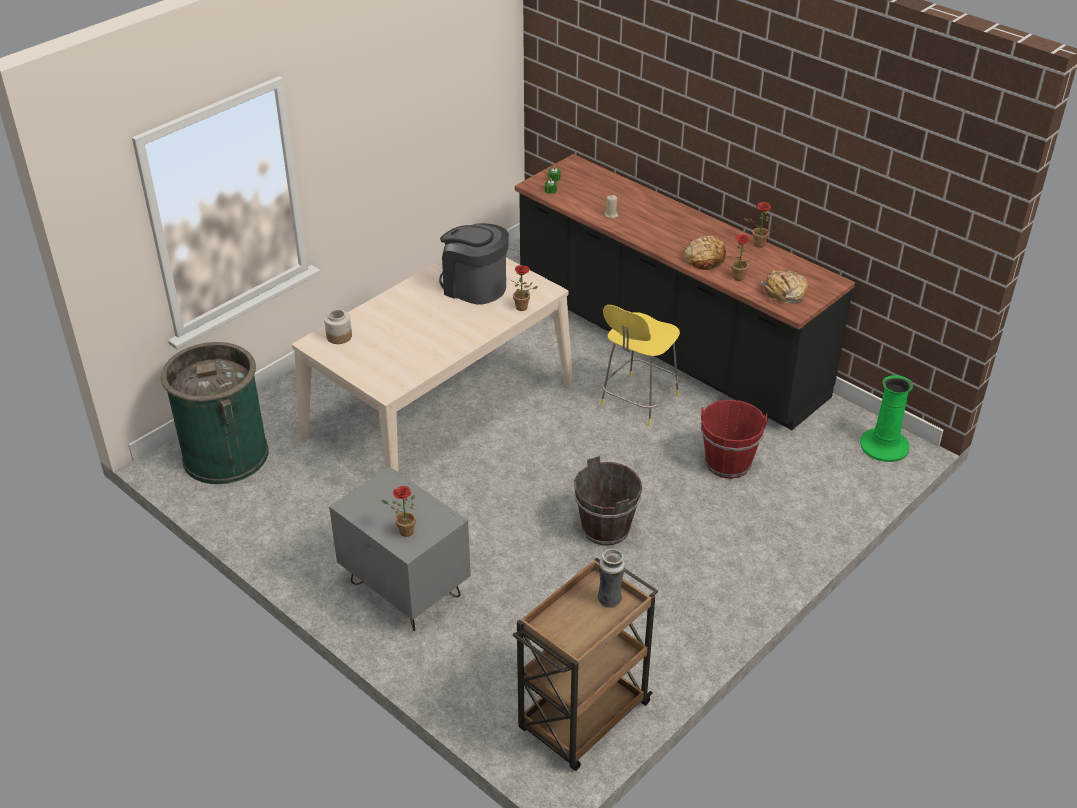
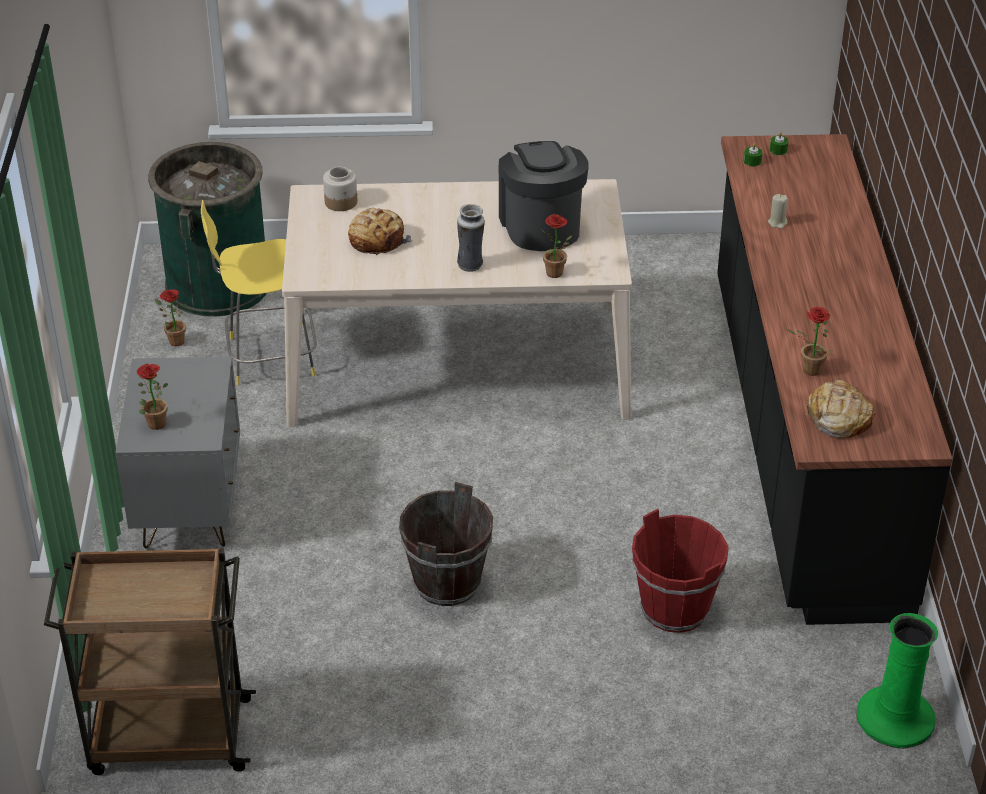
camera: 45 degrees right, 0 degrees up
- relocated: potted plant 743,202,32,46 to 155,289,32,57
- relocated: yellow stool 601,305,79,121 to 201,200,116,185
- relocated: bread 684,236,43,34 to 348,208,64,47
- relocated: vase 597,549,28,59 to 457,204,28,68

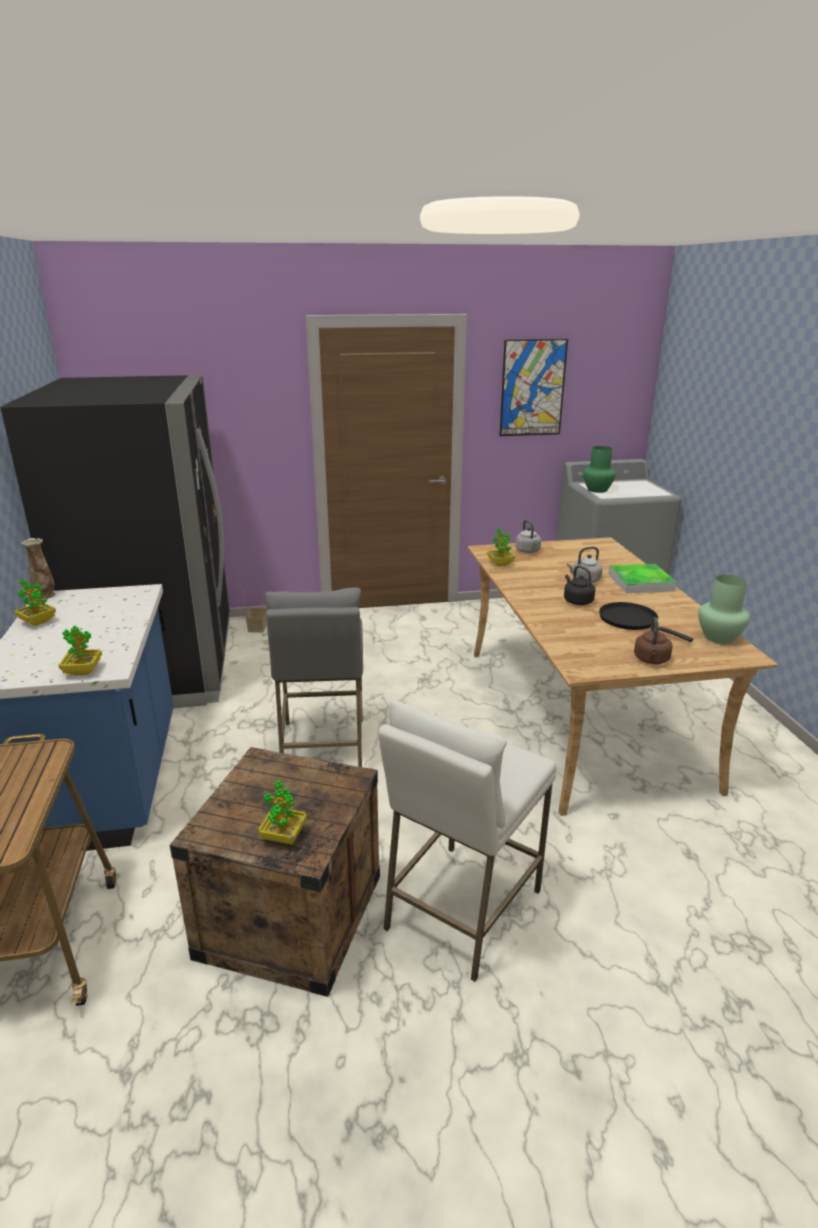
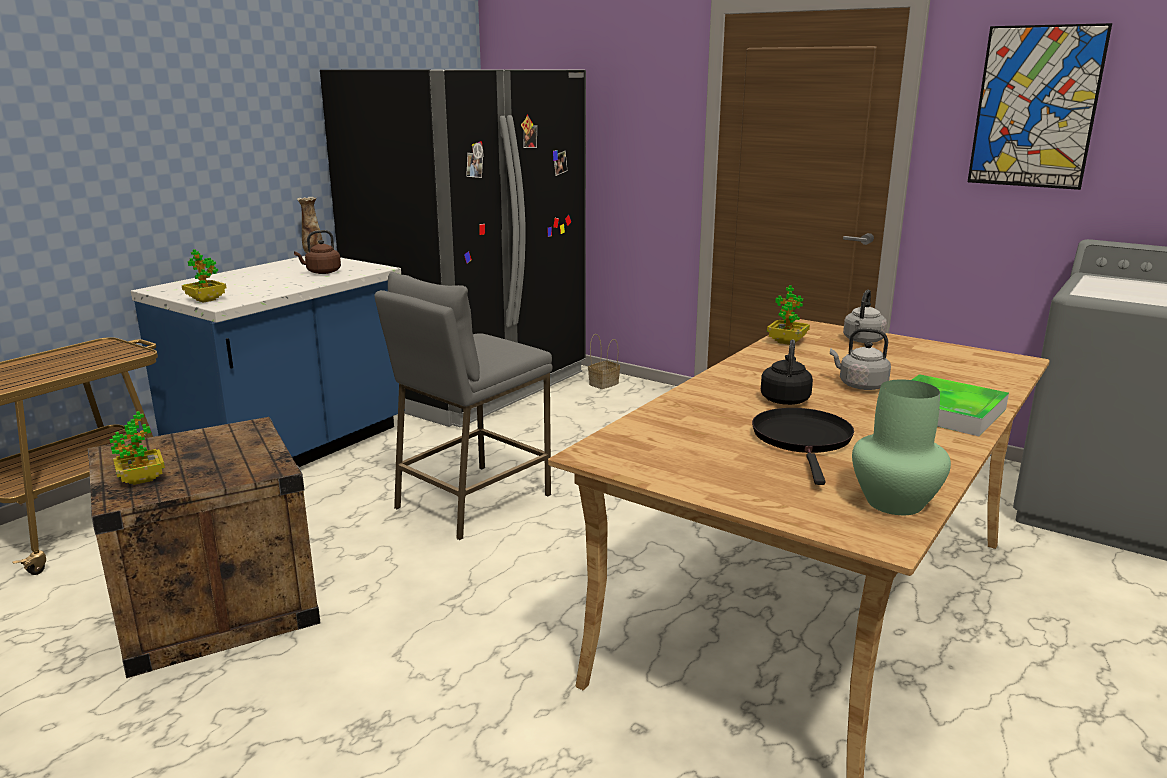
camera: 45 degrees right, 5 degrees down
- relocated: brown kettle 634,617,39,47 to 294,230,47,44
- missing: potted plant 15,579,41,47
- missing: white stool 378,700,178,282
- missing: green vase 583,446,33,47

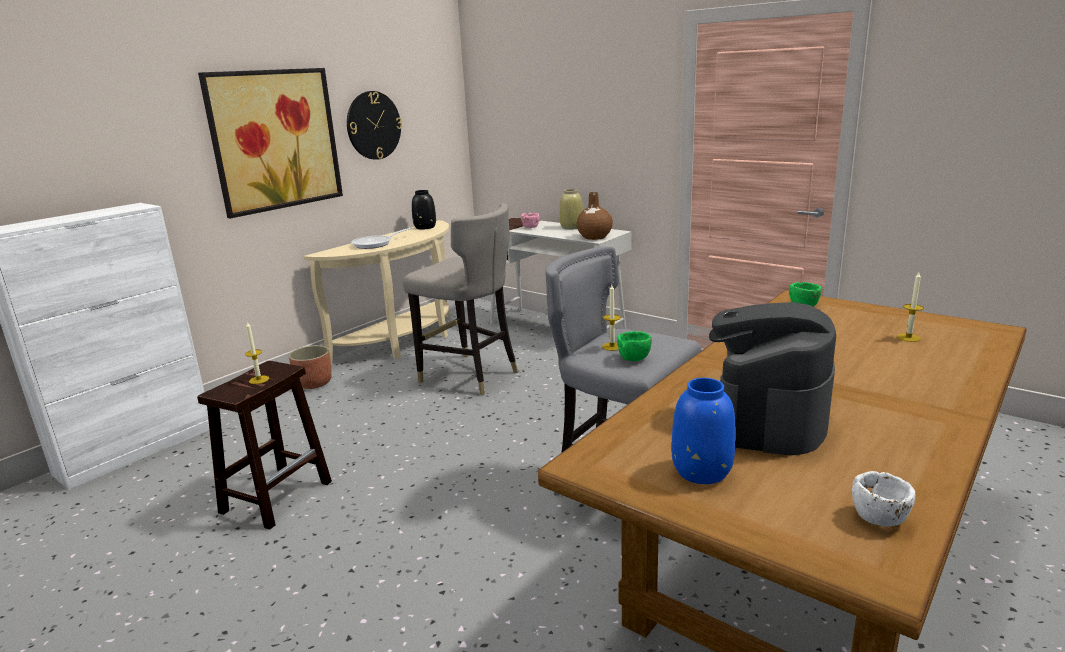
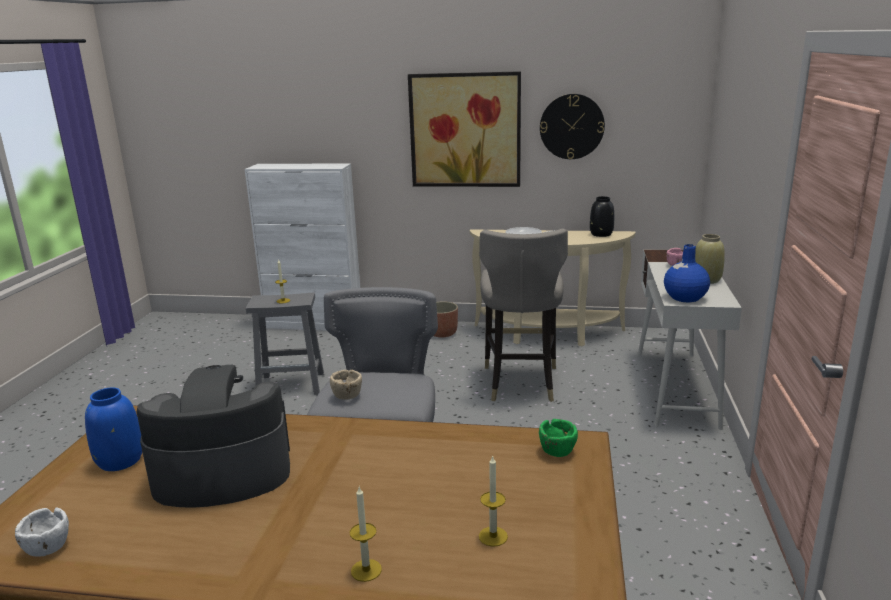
camera: 60 degrees right, 0 degrees up
- colour: brown stool 197,361,135,169 to grey stool 246,293,78,102
- colour: green bowl 617,331,35,30 to beige bowl 330,370,32,30
- relocated: candle 602,284,19,67 to 350,487,32,95
- colour: brown vase 577,192,36,48 to blue vase 664,244,46,58

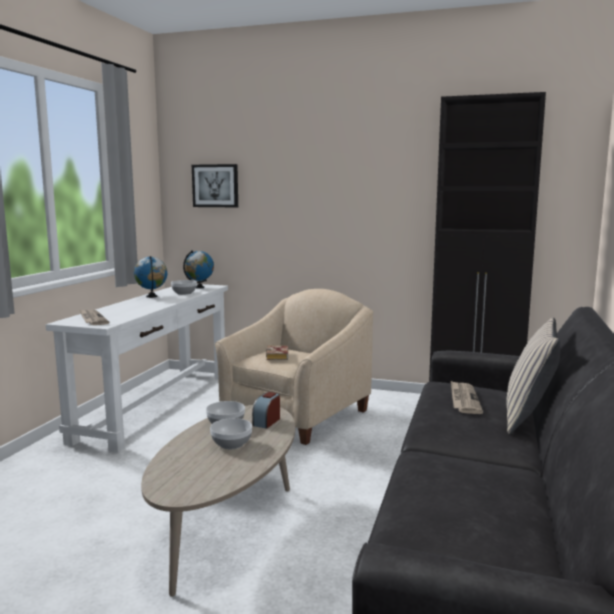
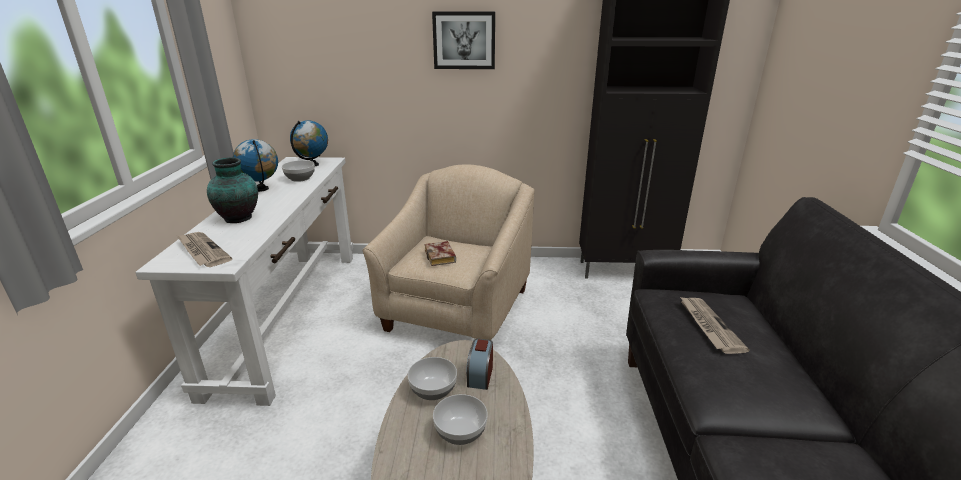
camera: 15 degrees left, 15 degrees up
- appeared: vase 207,157,51,66
- relocated: picture 192,164,46,43 to 432,11,63,58
- missing: beige pillow 507,317,53,117

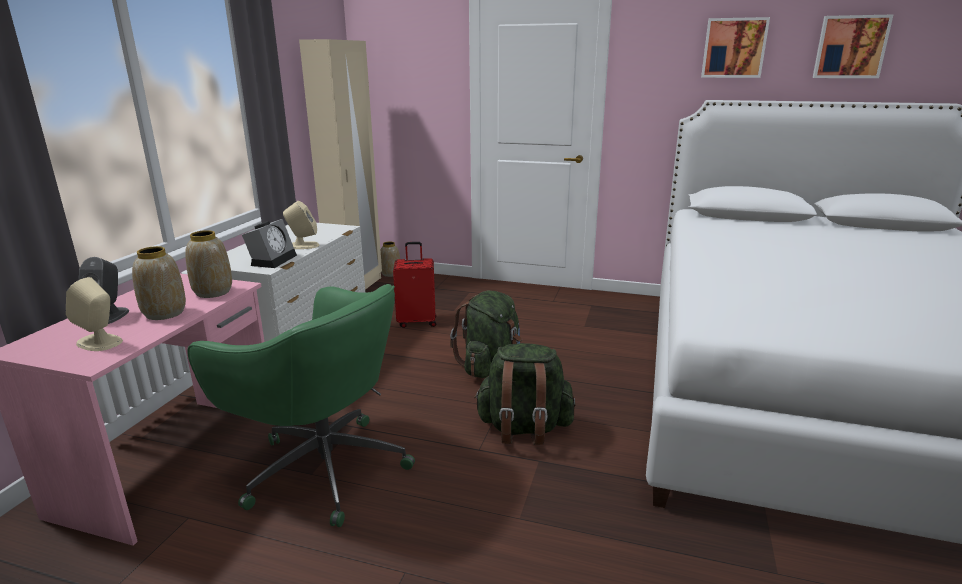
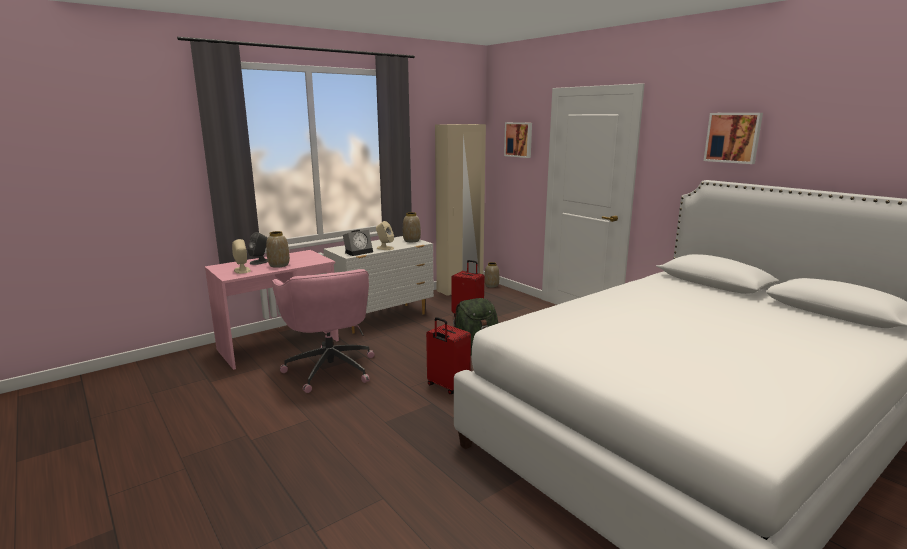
camera: 35 degrees right, 5 degrees down
- colour: green office chair 187,284,228,243 to pink office chair 272,269,103,124
- relocated: vase 185,230,47,68 to 403,212,18,30
- exchanged: green backpack 474,343,101,102 to red suitcase 426,317,45,77
- relocated: picture 813,14,81,64 to 504,122,28,36

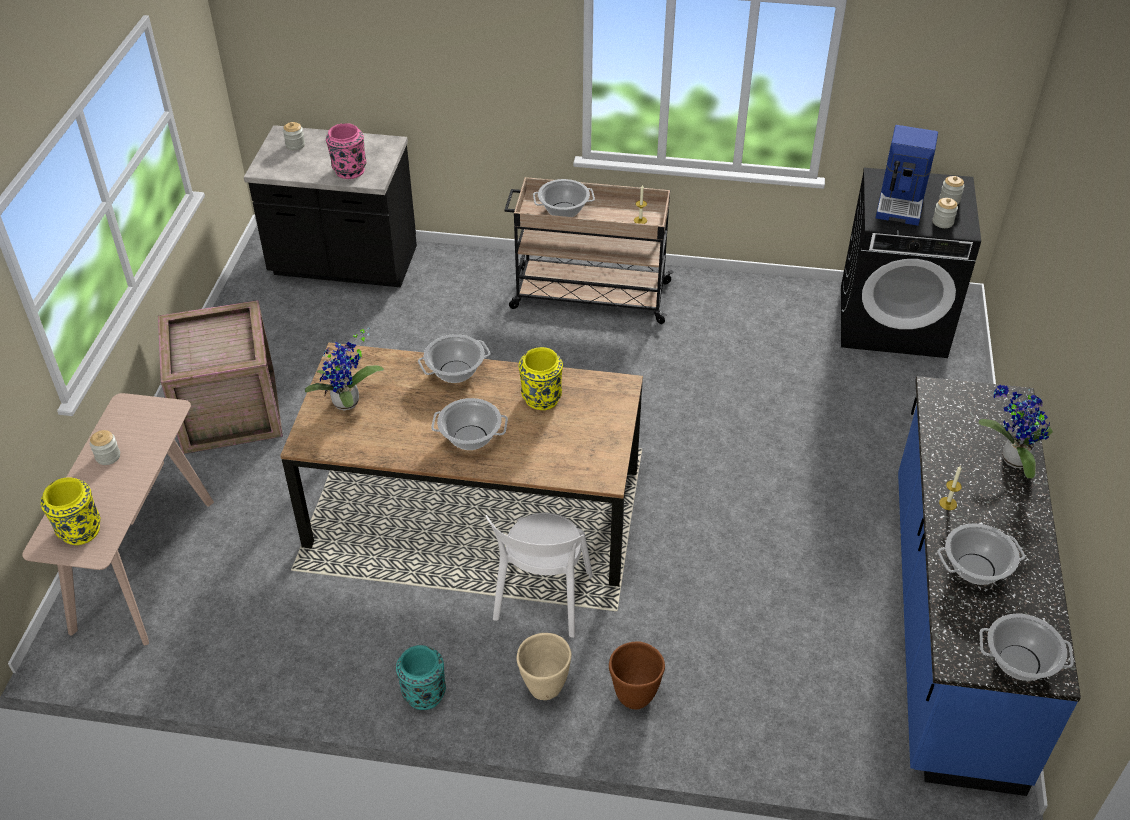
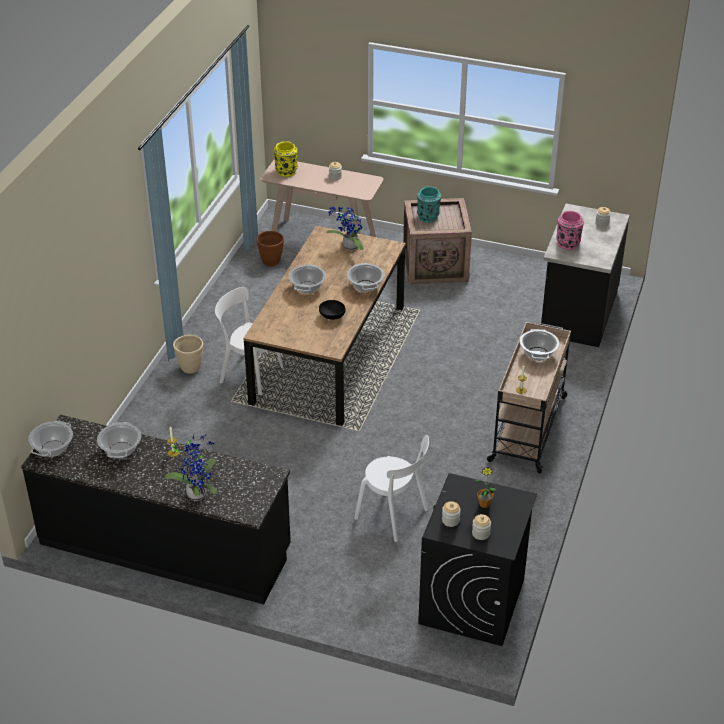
camera: 100 degrees right, 5 degrees down
- colour: blue counter 898,376,183,420 to black counter 21,415,270,189
- relocated: brown planter 609,642,56,68 to 257,231,27,35
- exchanged: yellow vase 519,347,44,63 to black bowl 319,300,27,20
- appeared: white chair 354,435,75,107
- relocated: turquoise vase 396,645,50,65 to 417,186,24,37
- exchanged: coffee machine 876,125,62,101 to potted plant 474,467,22,41

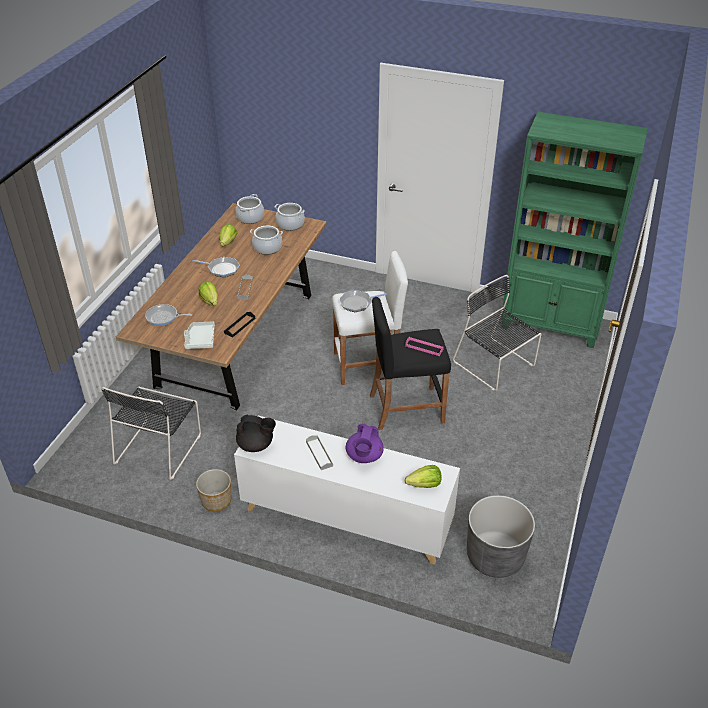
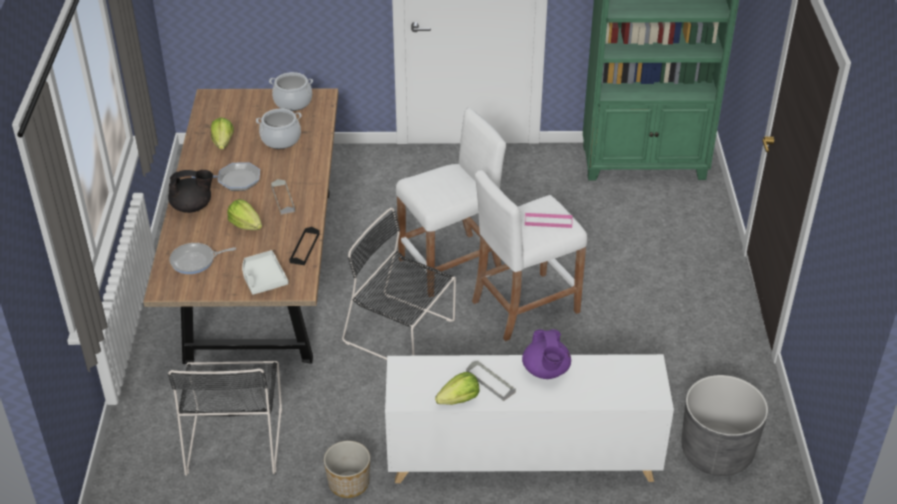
camera: 20 degrees left, 0 degrees up
- relocated: black teapot 236,414,40,38 to 168,170,45,43
- relocated: black chair 453,275,89,116 to 342,208,114,152
- relocated: lettuce 405,465,37,23 to 435,372,44,33
- colour: black stool 370,297,81,133 to white stool 472,170,115,171
- missing: cooking pot 235,194,29,30
- missing: frying pan 339,290,48,22

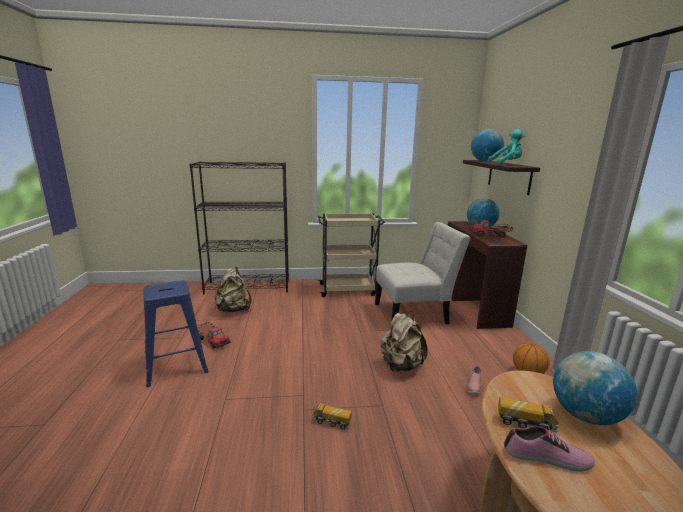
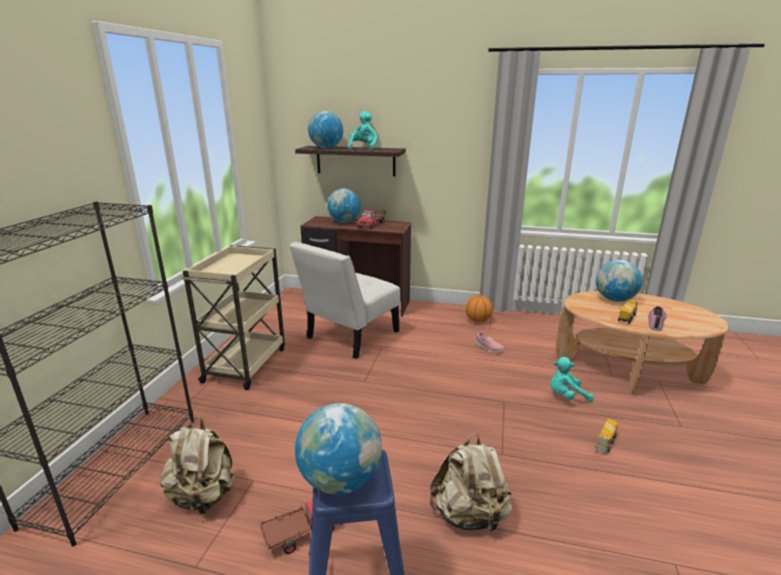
camera: 70 degrees left, 5 degrees up
- spun: white chair 375,222,96,102 = 289,242,111,117 150 degrees counterclockwise
- appeared: globe 295,403,87,92
- relocated: beige backpack 380,311,48,61 to 430,433,82,101
- appeared: turquoise plush toy 550,357,43,45
- relocated: toy truck 313,403,39,27 to 595,419,23,35

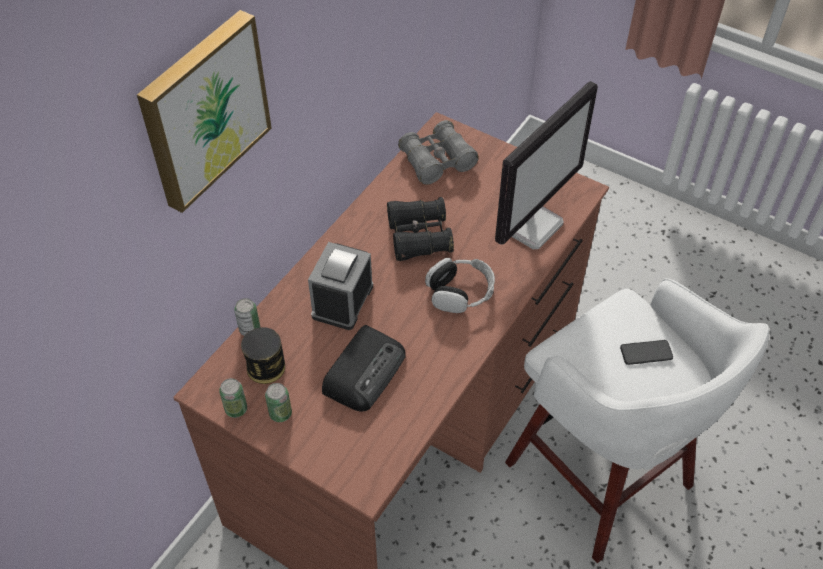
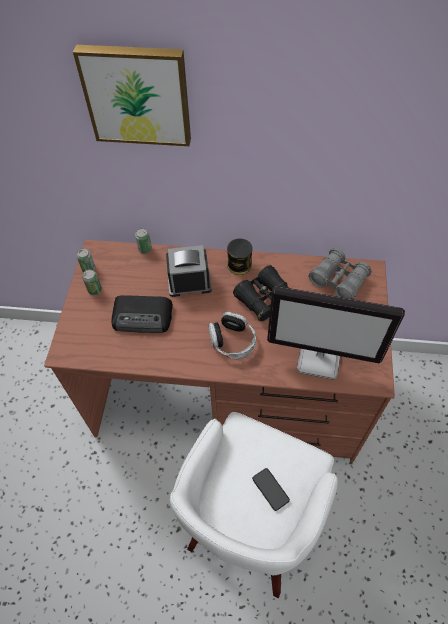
camera: 65 degrees right, 5 degrees up
- relocated: can 241,327,44,57 to 227,238,25,37

